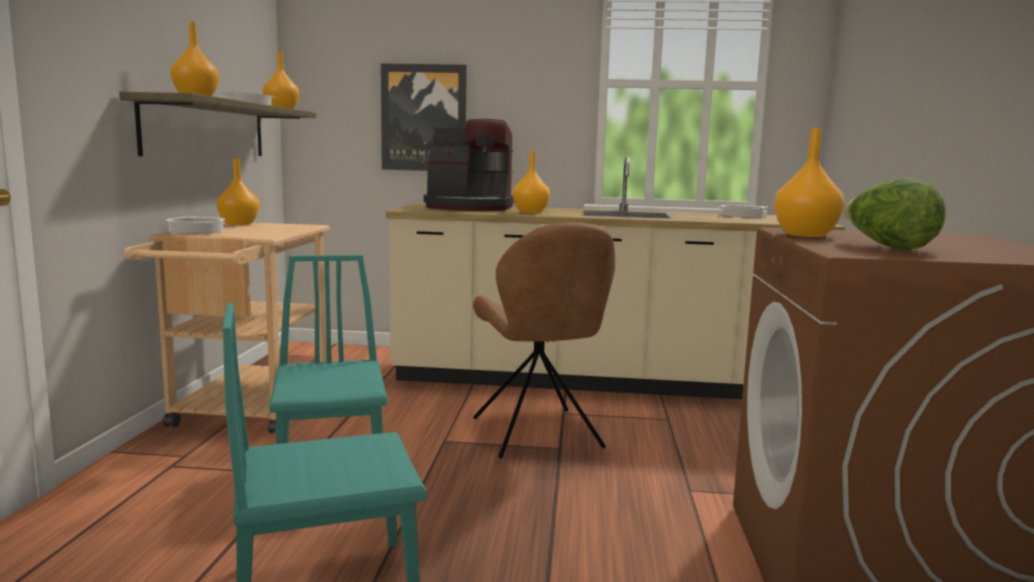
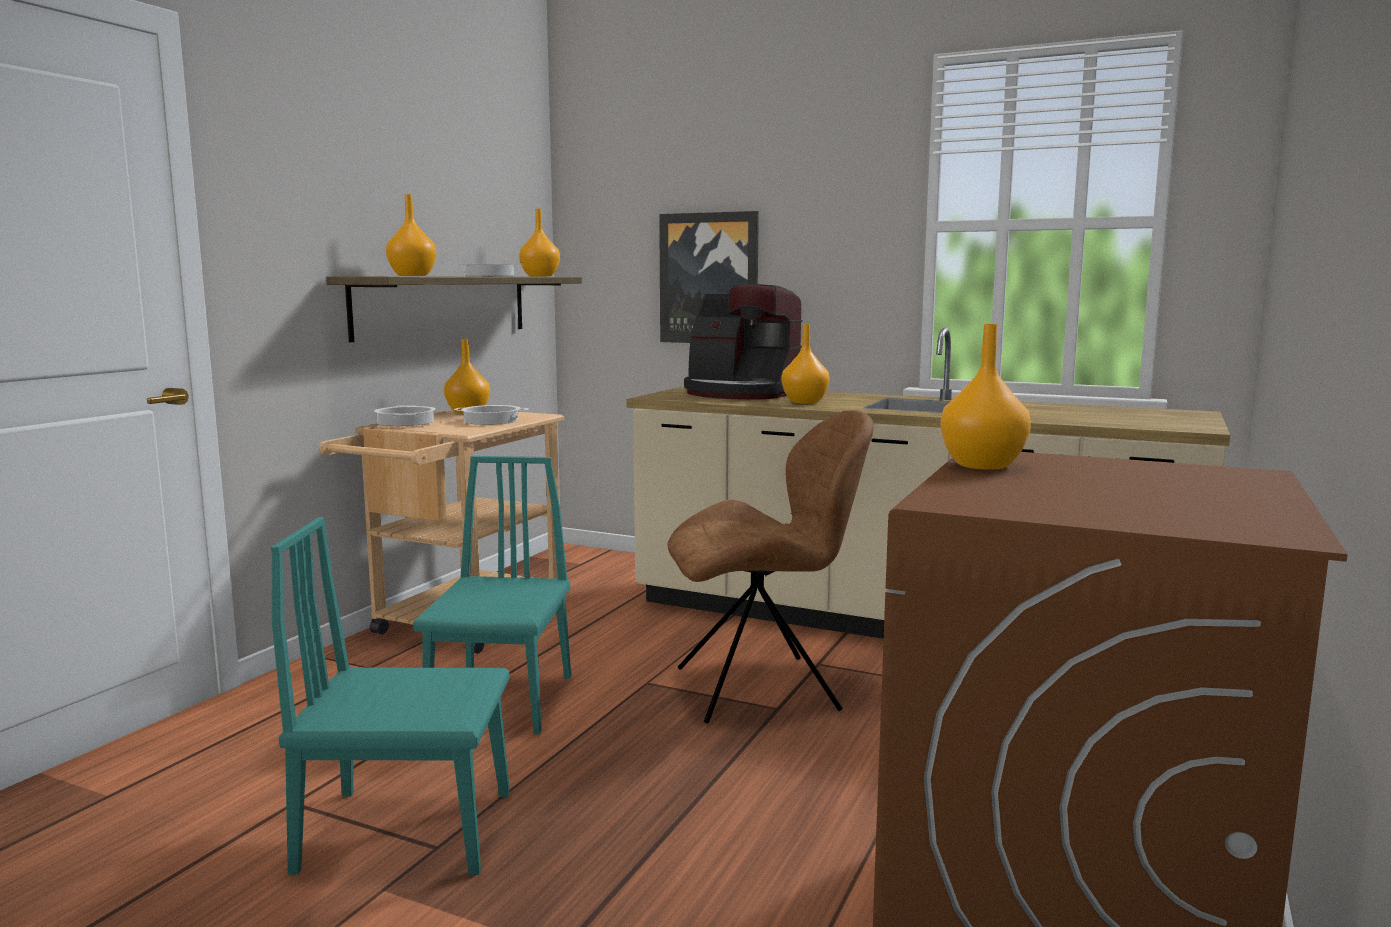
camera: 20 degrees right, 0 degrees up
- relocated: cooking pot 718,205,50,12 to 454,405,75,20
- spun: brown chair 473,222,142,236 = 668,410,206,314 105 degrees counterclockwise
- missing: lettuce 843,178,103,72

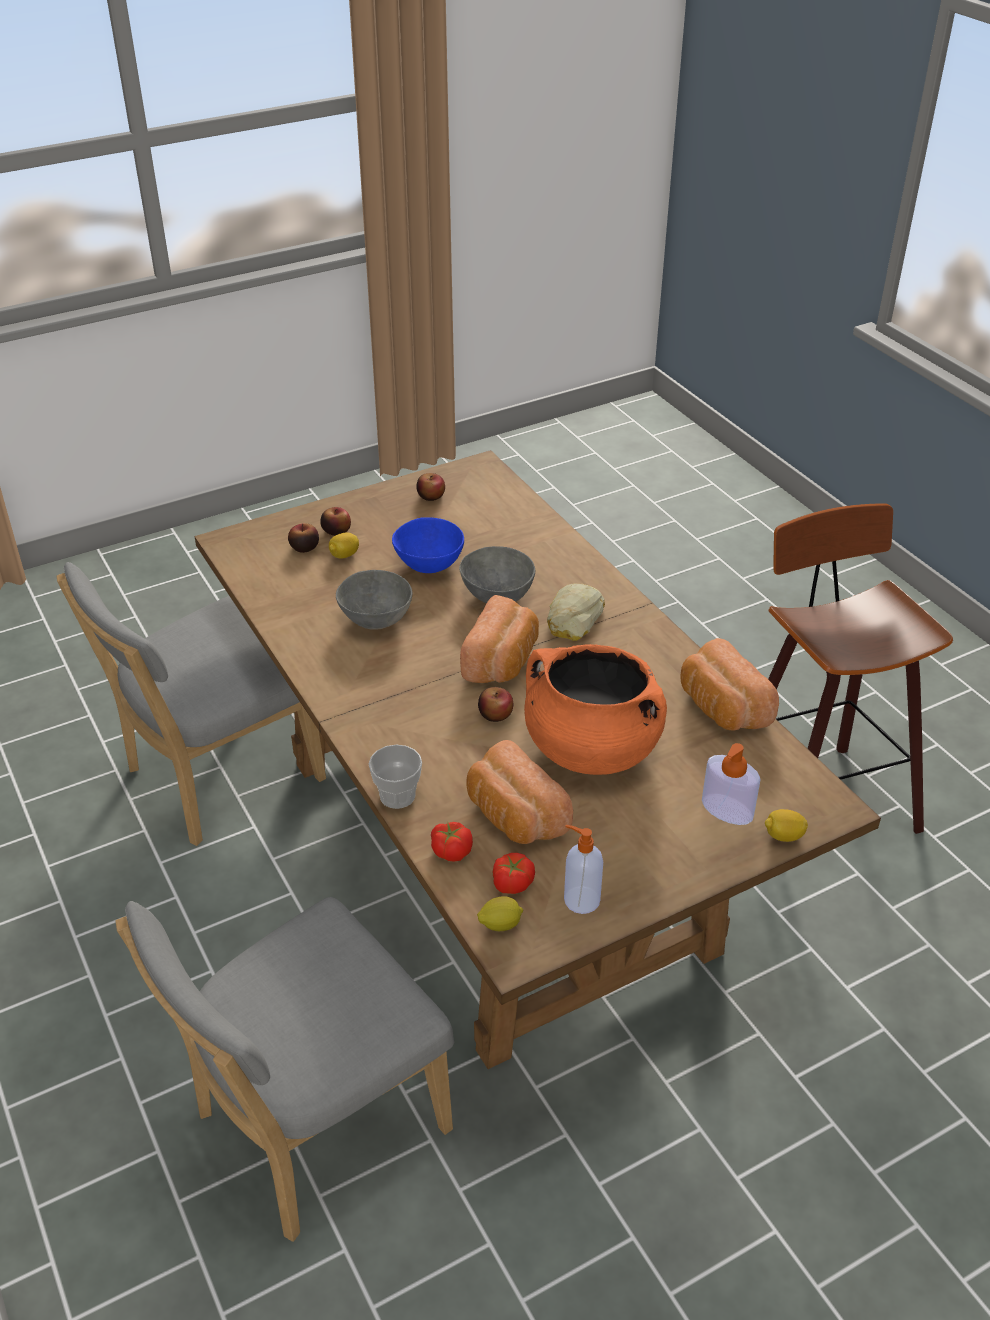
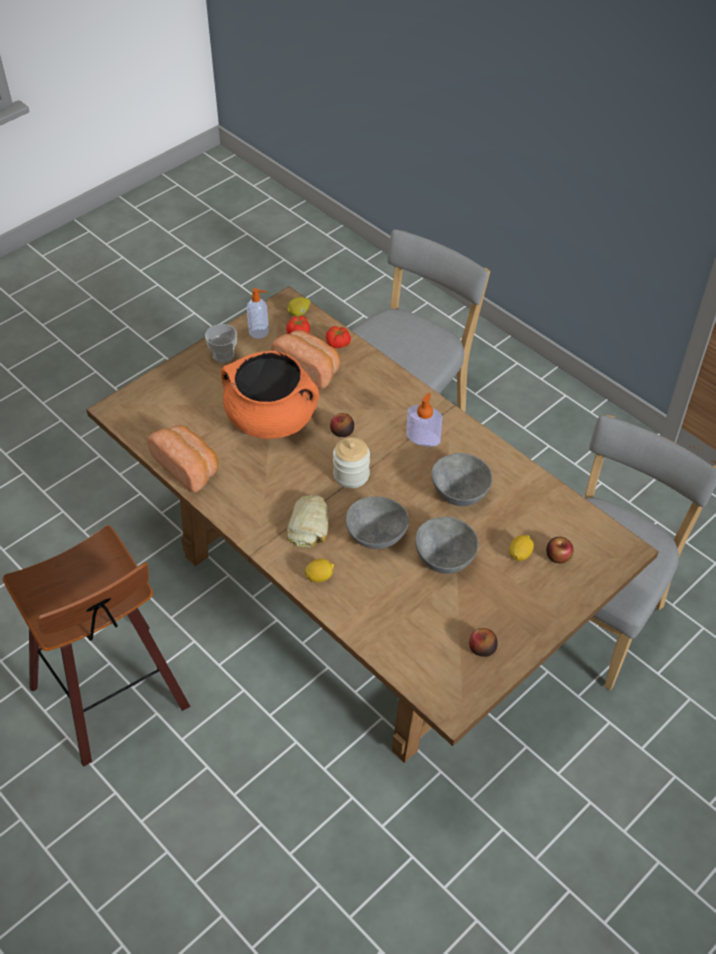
camera: 165 degrees right, 10 degrees up
- relocated: cup 369,745,53,64 to 205,324,32,39
- relocated: lemon 765,809,43,33 to 305,559,29,24
- exchanged: bread 460,595,79,88 to jar 333,437,37,51
- relocated: soap dispenser 702,743,59,82 to 406,393,36,54
- colour: blue bowl 392,517,72,56 to grey bowl 415,517,63,57
- missing: apple 320,507,31,29

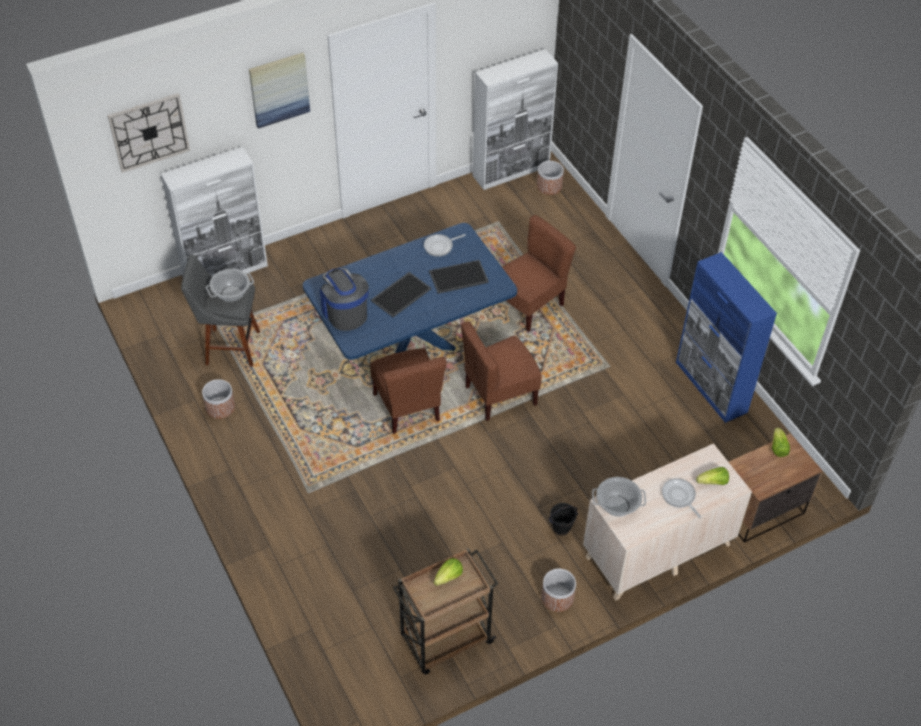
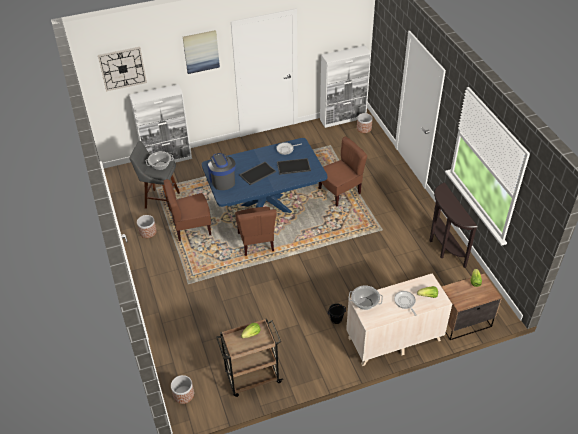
camera: 10 degrees right, 5 degrees down
- relocated: brown chair 461,321,80,100 to 163,179,48,62
- relocated: planter 541,569,35,43 to 171,375,23,29
- exchanged: blue cabinet 676,252,101,171 to brown console table 429,182,49,86

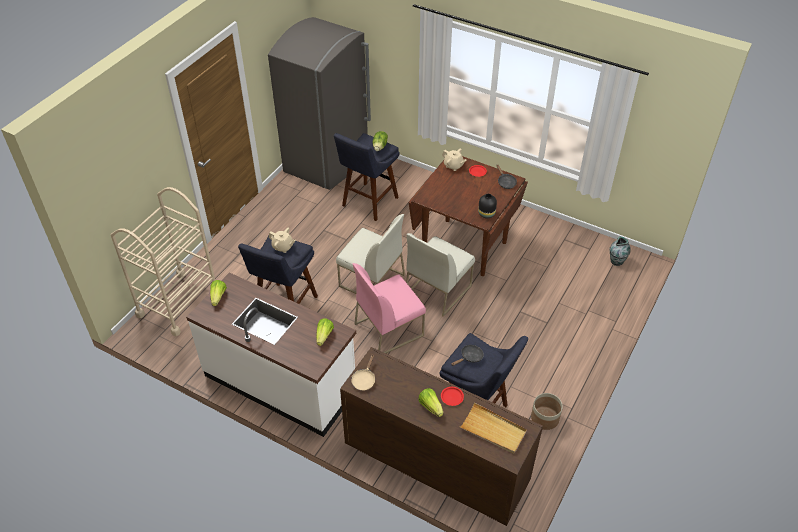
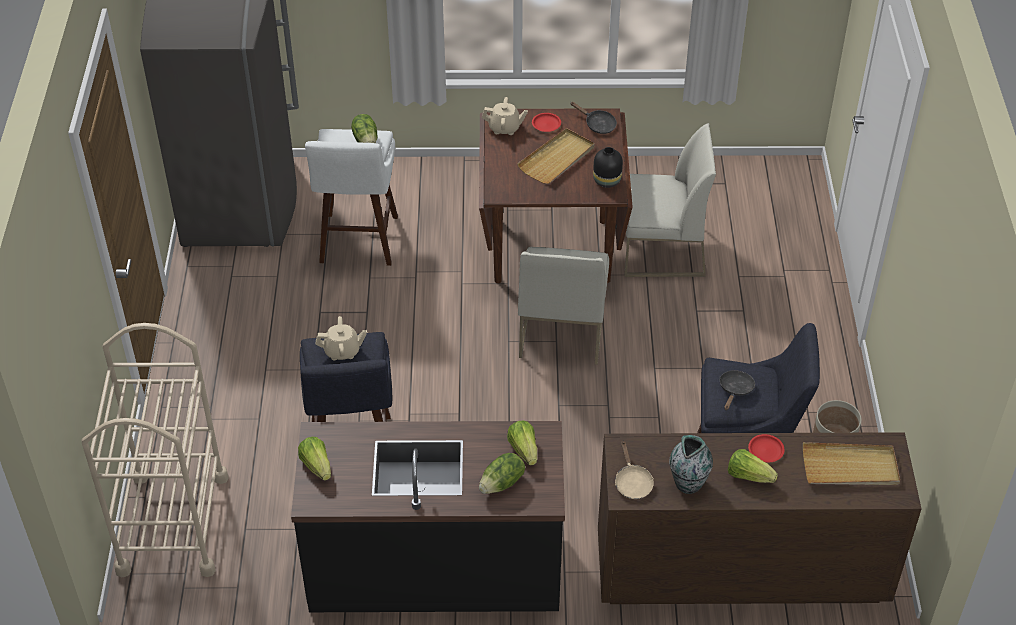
camera: 30 degrees left, 0 degrees up
- colour: white counter 186,272,170,165 to black counter 291,421,274,191
- colour: blue stool 334,133,66,88 to white stool 305,129,93,137
- appeared: lettuce 479,453,46,41
- appeared: beige tray 517,128,77,56
- relocated: white chair 336,214,69,80 to 624,123,92,154
- relocated: vase 610,236,21,30 to 669,435,44,59
- missing: pink chair 352,263,74,91

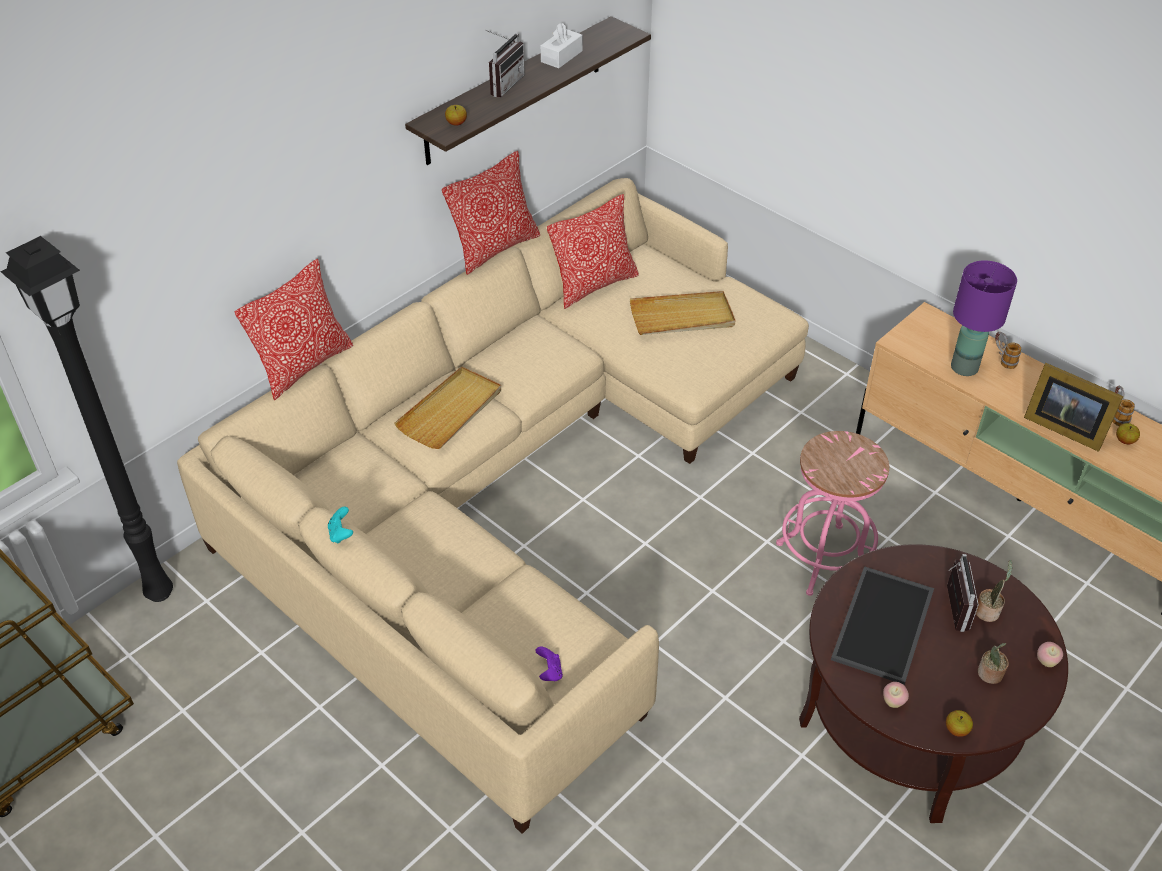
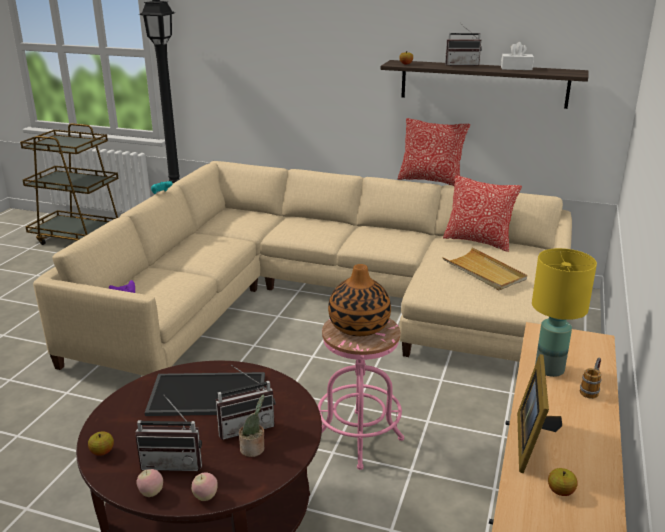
camera: 65 degrees right, 20 degrees down
- exchanged: potted plant 978,643,31,41 to radio 135,395,67,76
- relocated: apple 883,682,26,26 to 136,469,27,28
- appeared: vase 328,264,63,72
- colour: purple table lamp 951,260,66,116 to yellow table lamp 532,248,65,129
- missing: pillow 235,259,118,141
- missing: beige tray 394,366,107,83
- missing: mug 1112,386,23,40

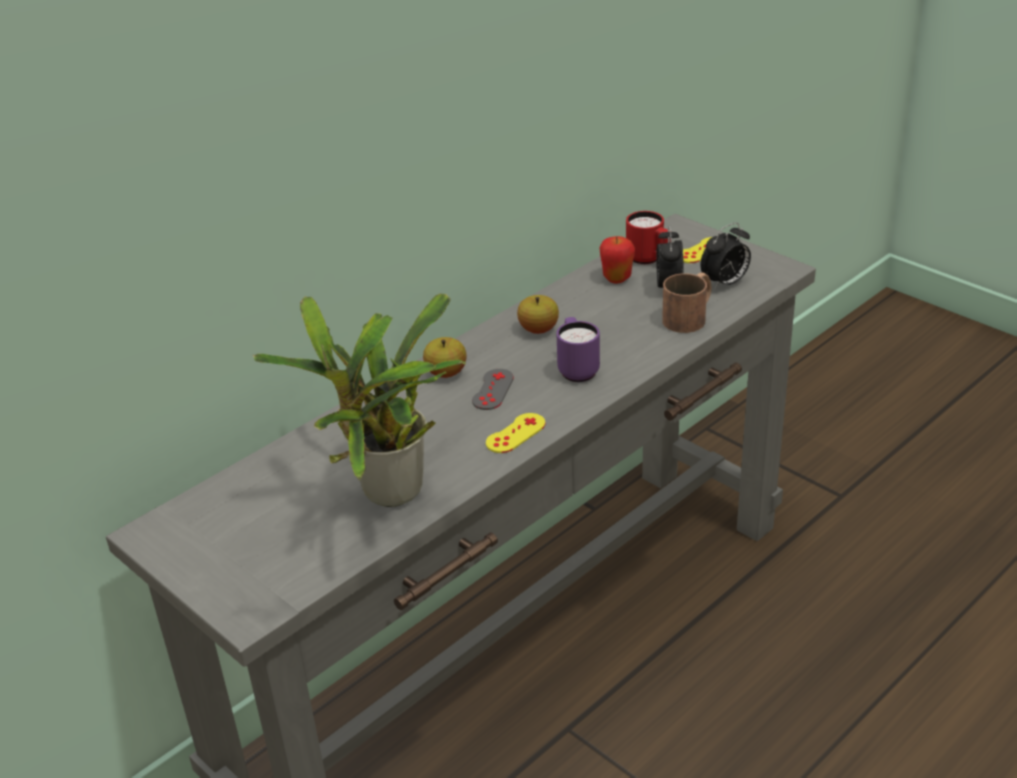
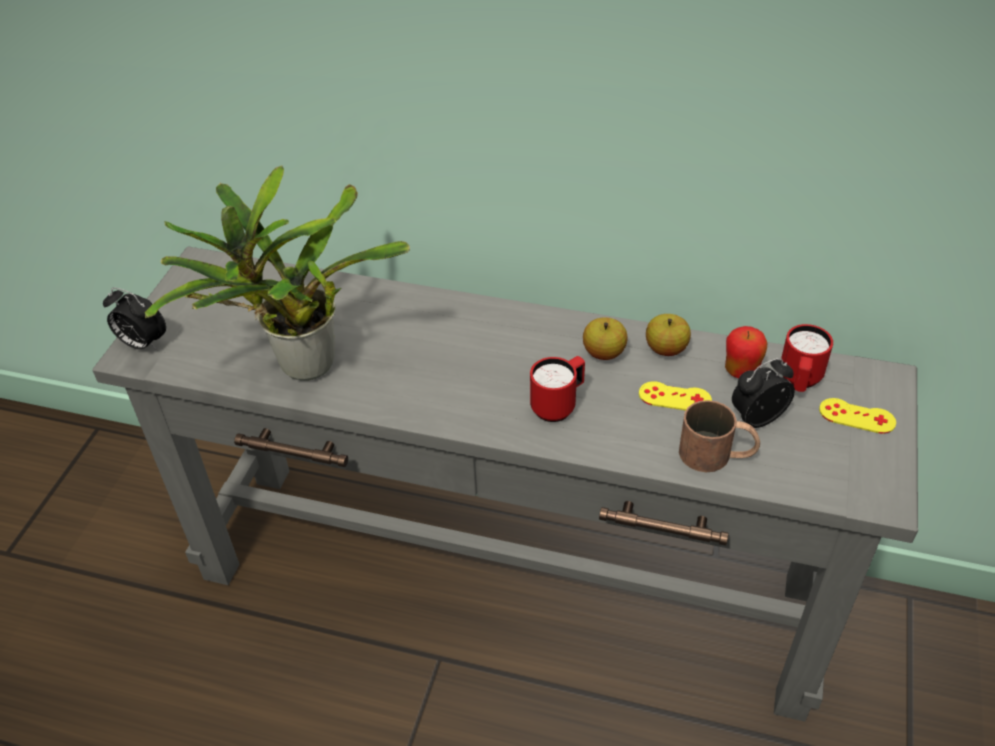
camera: 60 degrees right, 10 degrees up
- relocated: alarm clock 700,222,51,68 to 103,287,63,64
- colour: purple mug 556,317,44,65 to red mug 530,356,55,66
- relocated: yellow game controller 486,413,60,40 to 639,381,73,30
- relocated: apple 423,337,43,41 to 646,314,45,42
- missing: grey game controller 472,369,42,41

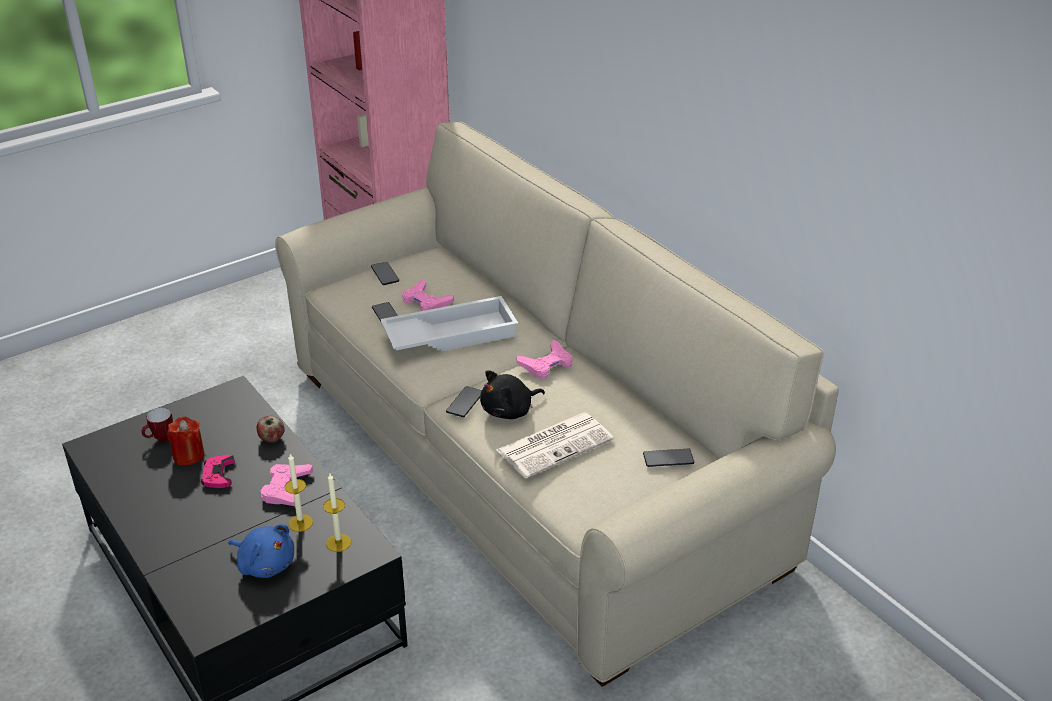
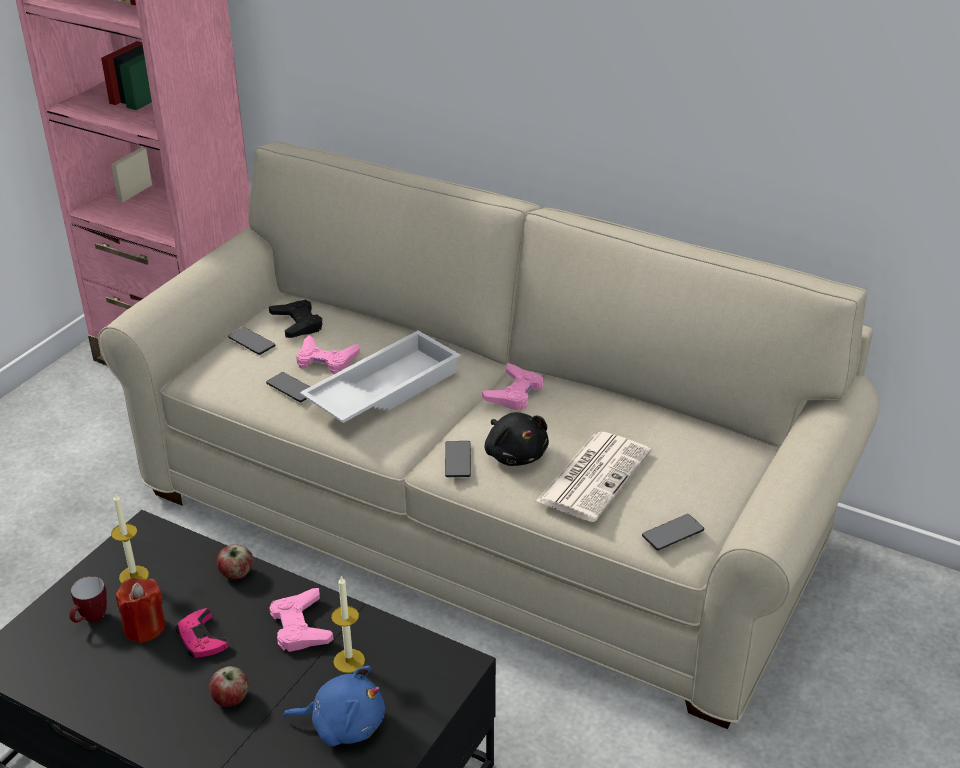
camera: 25 degrees left, 0 degrees up
- relocated: candle 323,473,28,79 to 111,493,38,91
- appeared: apple 209,666,40,41
- appeared: black game controller 269,300,54,38
- spun: black plush toy 480,370,65,49 = 485,412,64,54 60 degrees counterclockwise
- relocated: phone 643,448,51,19 to 642,514,62,36

